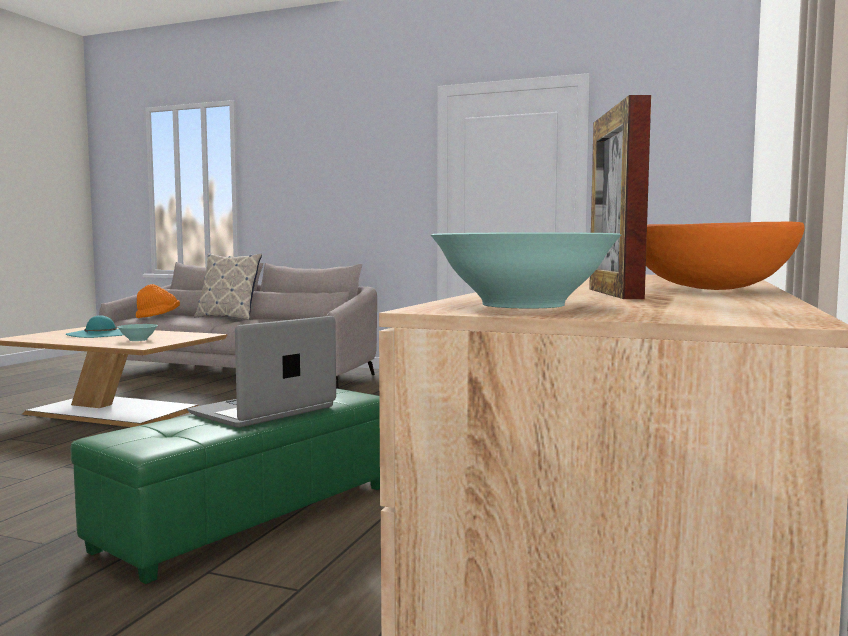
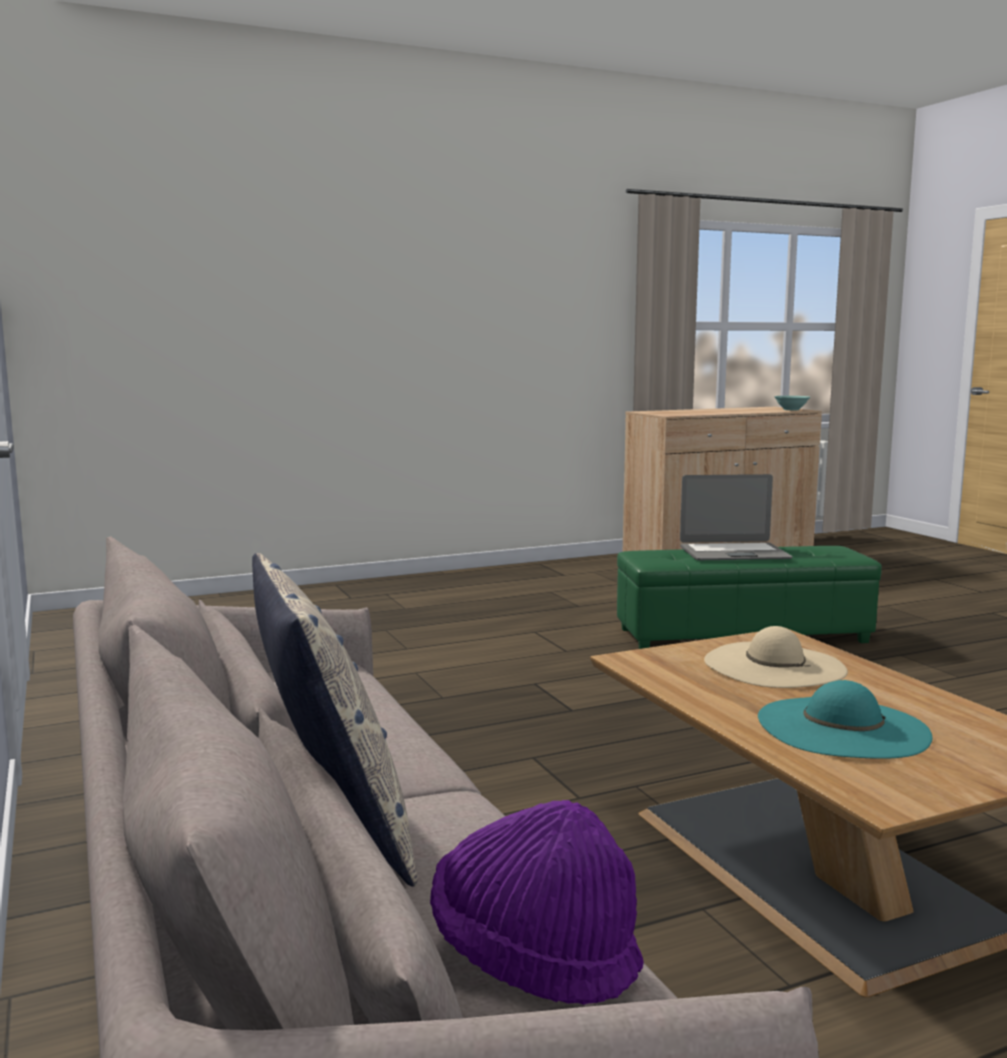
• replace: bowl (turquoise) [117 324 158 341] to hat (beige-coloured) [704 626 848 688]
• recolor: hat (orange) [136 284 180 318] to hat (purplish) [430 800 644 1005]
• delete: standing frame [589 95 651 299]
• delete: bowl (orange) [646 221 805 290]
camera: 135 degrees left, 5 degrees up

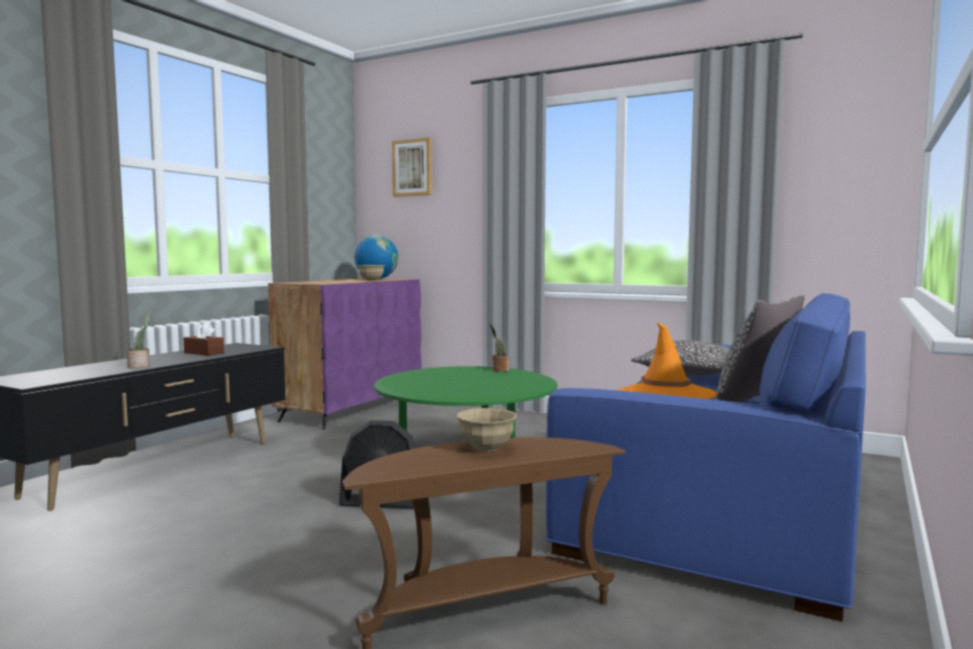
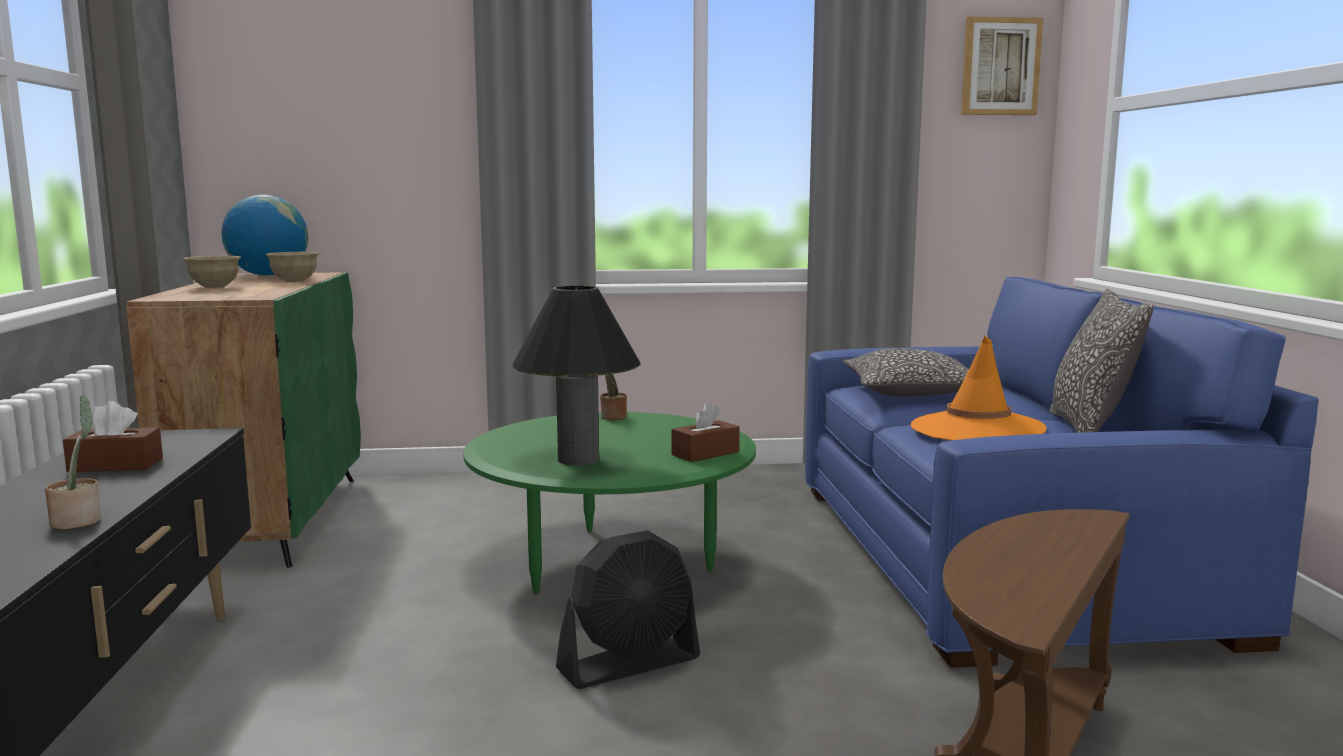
• recolor: cupboard (purplish) [268 279 422 430] to cupboard (green) [126 273 361 568]
• move: picture [392 138 432 197] to [961 17 1043 115]
• move: bowl (beige-coloured) [456 408 517 452] to [183 256 241 289]
• insert: tabletop lamp (black-coloured) [513 285 641 466]
• insert: box of tissues (brown) [672 402 740 462]
camera: 35 degrees left, 5 degrees up

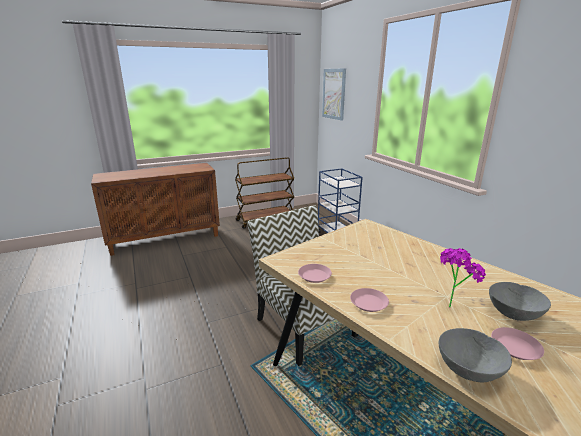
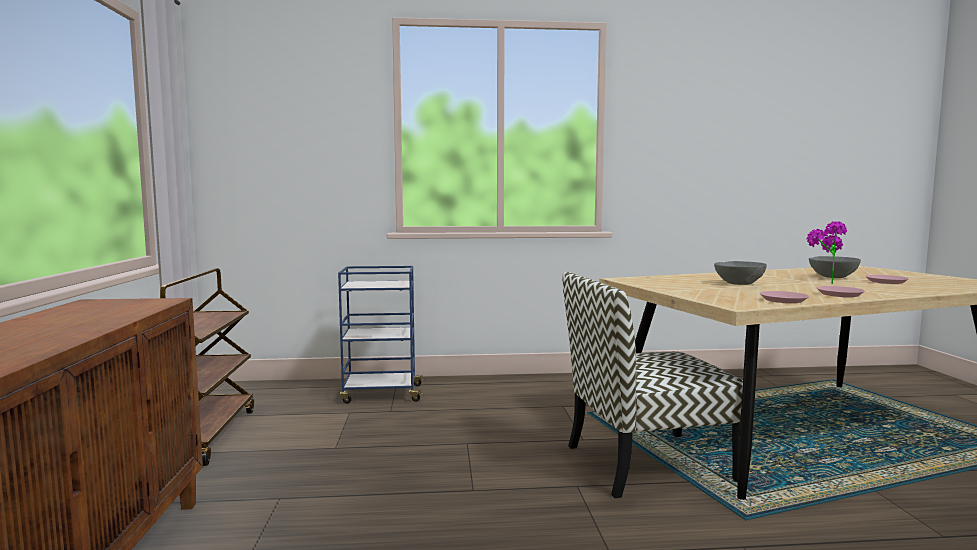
• delete: picture [322 68 346 121]
• move: bowl (greyish) [439 328 512 382] to [714 261 767 285]
camera: 70 degrees left, 15 degrees down

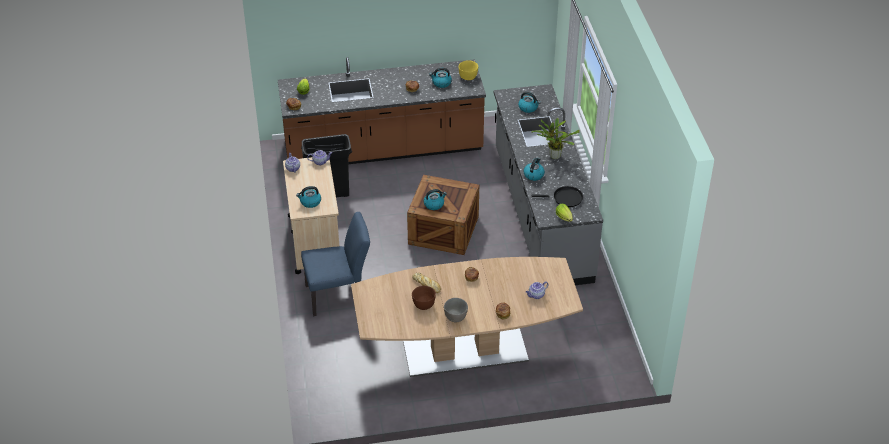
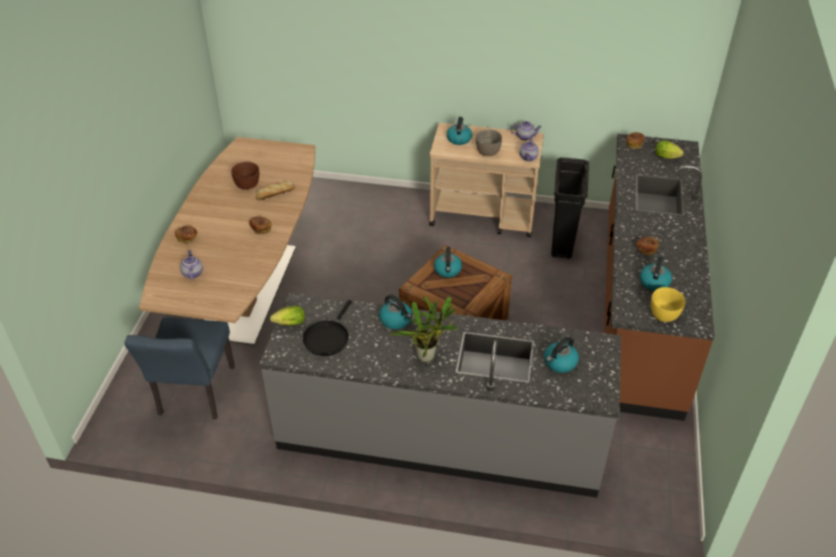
• move: chair (blue-coloured) [301 212 370 316] to [124 318 235 419]
• move: bowl (greyish) [444 298 468 322] to [476 129 502 156]
camera: 110 degrees right, 0 degrees up

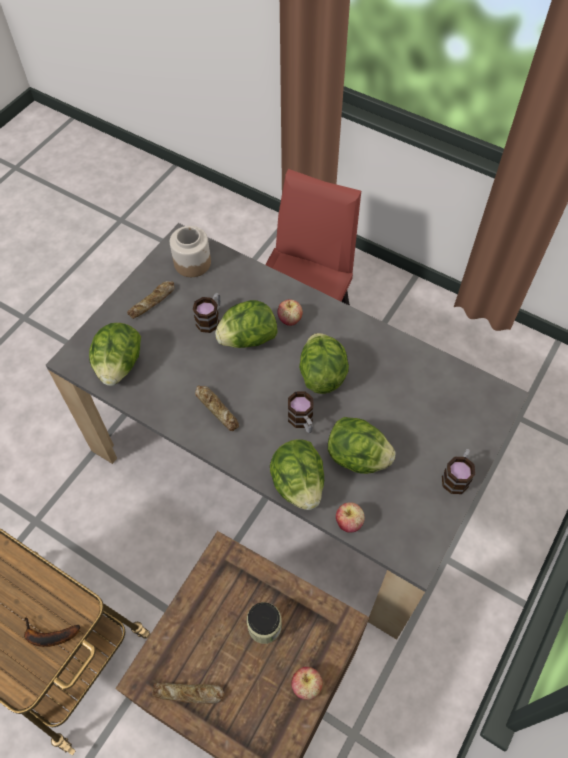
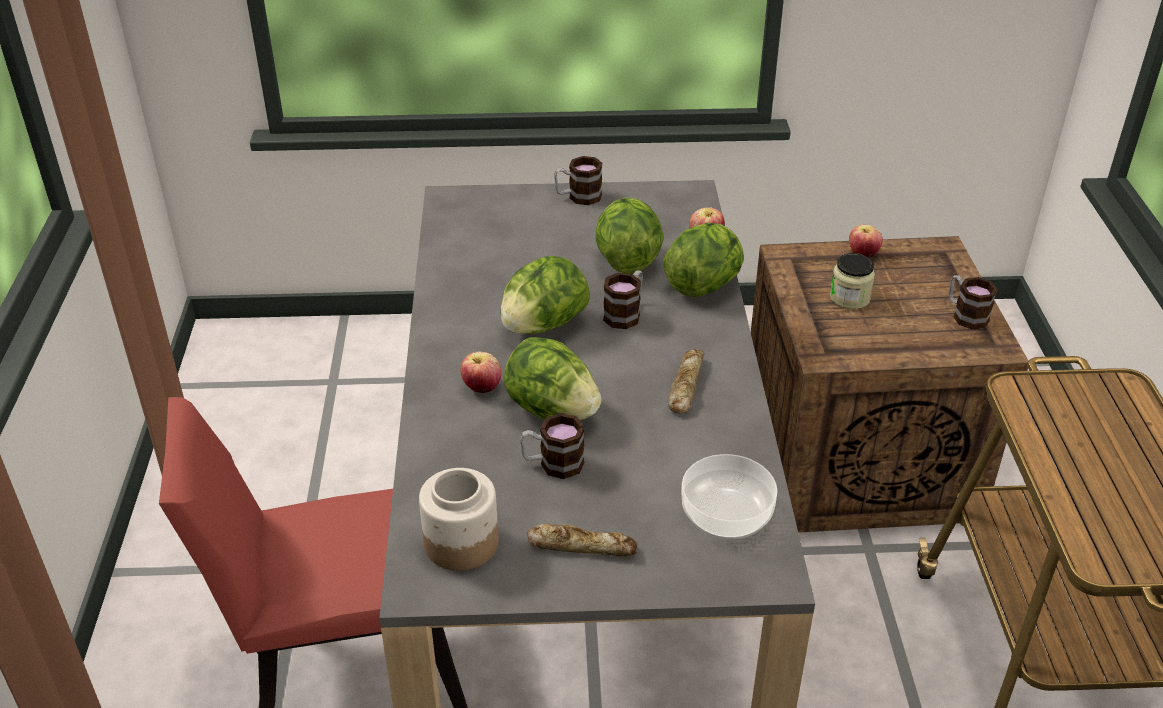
• delete: banana [24 617 80 647]
• replace: lettuce [89 323 141 386] to bowl [681 454 777 539]
• replace: bread [152 682 225 704] to coffee mug [949 275 998 330]
camera: 125 degrees left, 20 degrees down

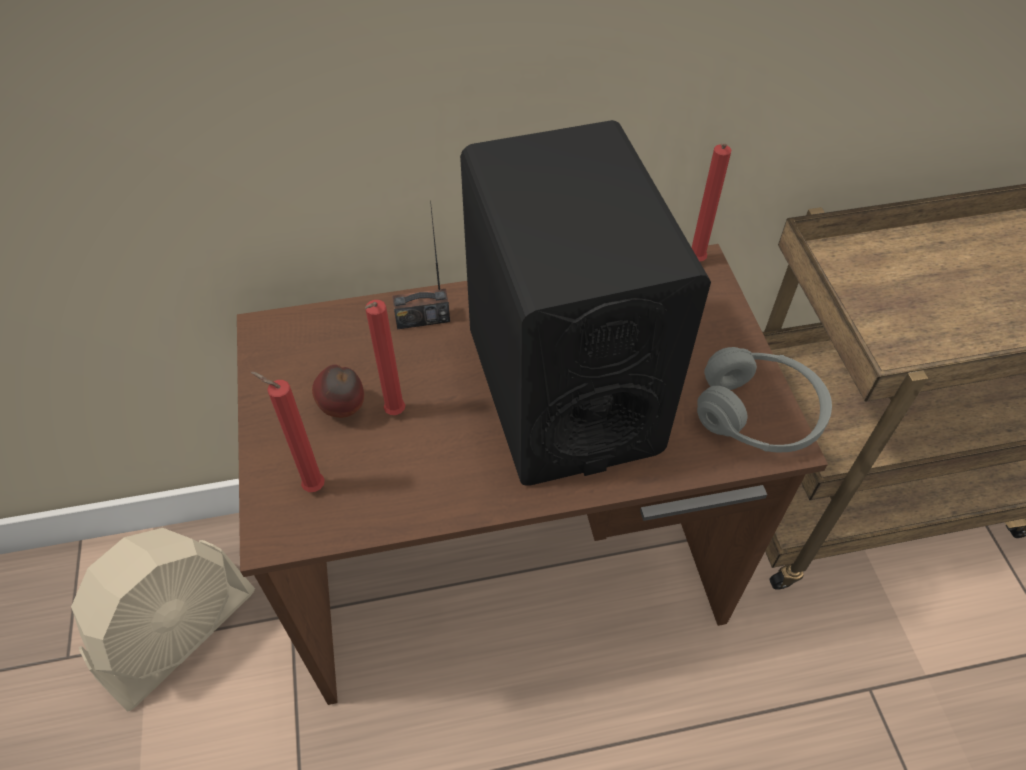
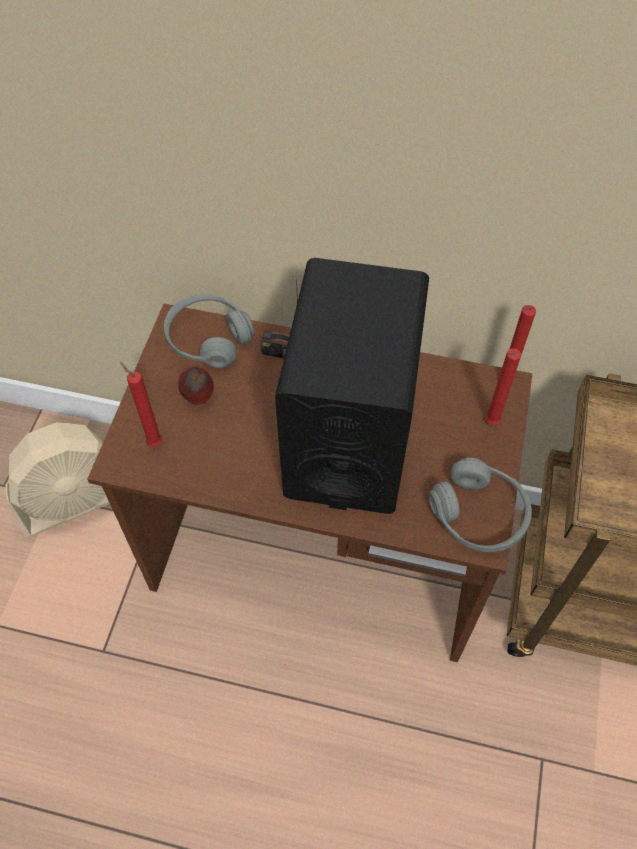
• move: wax candle (reddish) [365 300 405 415] to [485 348 521 425]
• insert: headset (greyish) [164 295 254 368]
camera: 25 degrees right, 5 degrees up

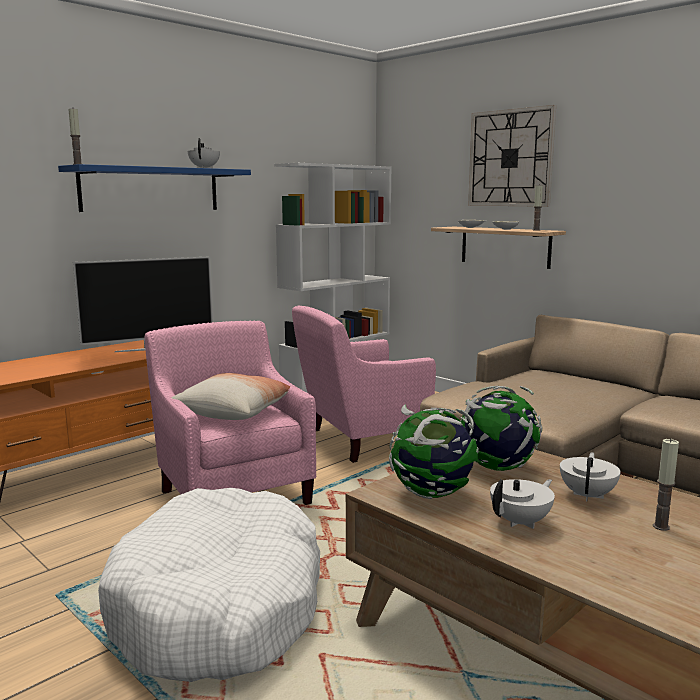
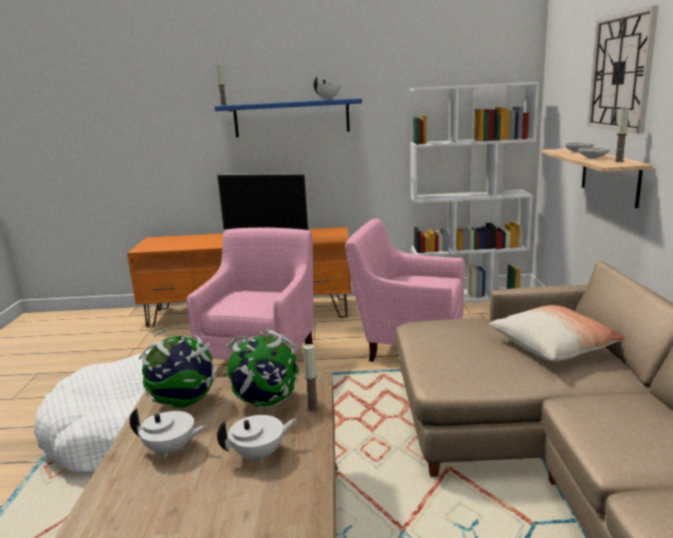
• move: cushion [171 373 291 420] to [489 305 625 362]
• move: wax candle [653 438 679 531] to [303 344 319 412]
camera: 45 degrees right, 5 degrees up

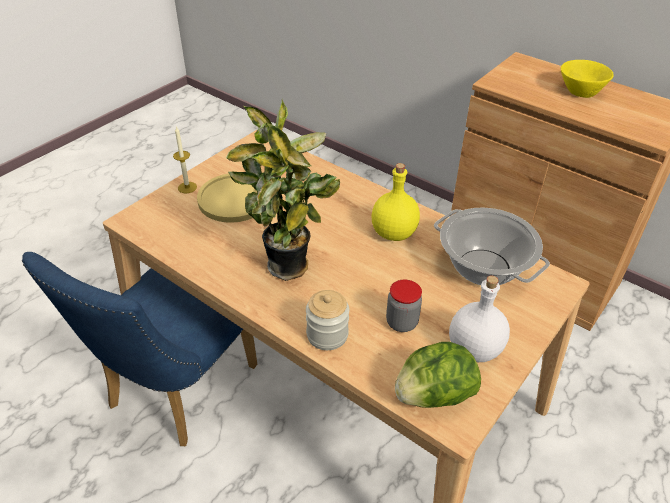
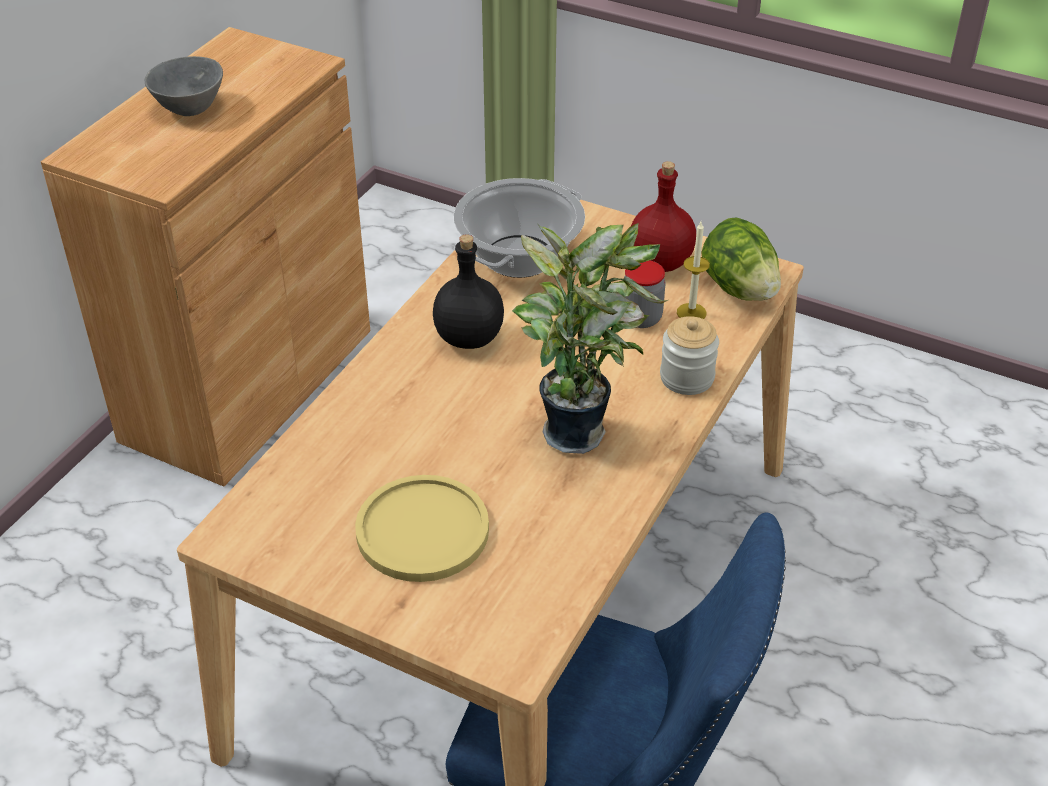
• move: wax candle [173 126 197 193] to [677 222 710 319]
• recolor: drink bottle (yellow-coloured) [372 163 420 241] to drink bottle (black-coloured) [433 234 504 349]
• recolor: drink bottle (white-coloured) [449 276 510 362] to drink bottle (reddish) [631 161 696 272]
• recolor: bowl (yellow-coloured) [561 60 614 98] to bowl (greyish) [145 56 223 116]
camera: 100 degrees left, 0 degrees up

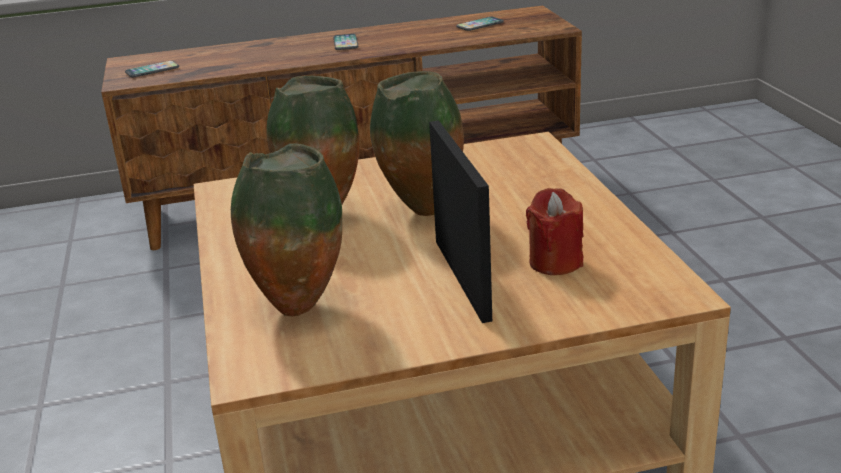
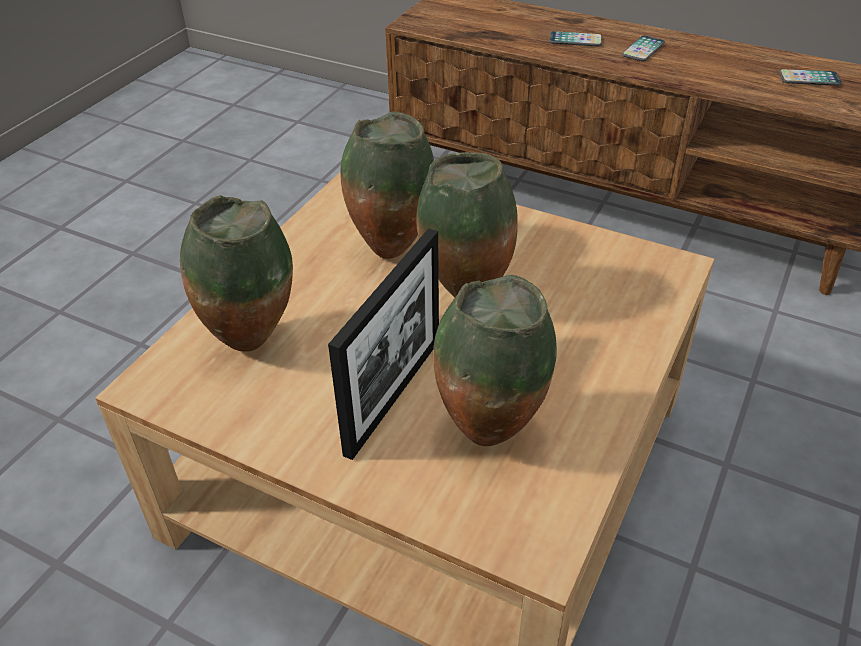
• move: phone [125 61 179 77] to [549 31 603 47]
• replace: wax candle (reddish) [526 188 583 275] to flower vase [433 275 557 446]
camera: 40 degrees right, 15 degrees up

